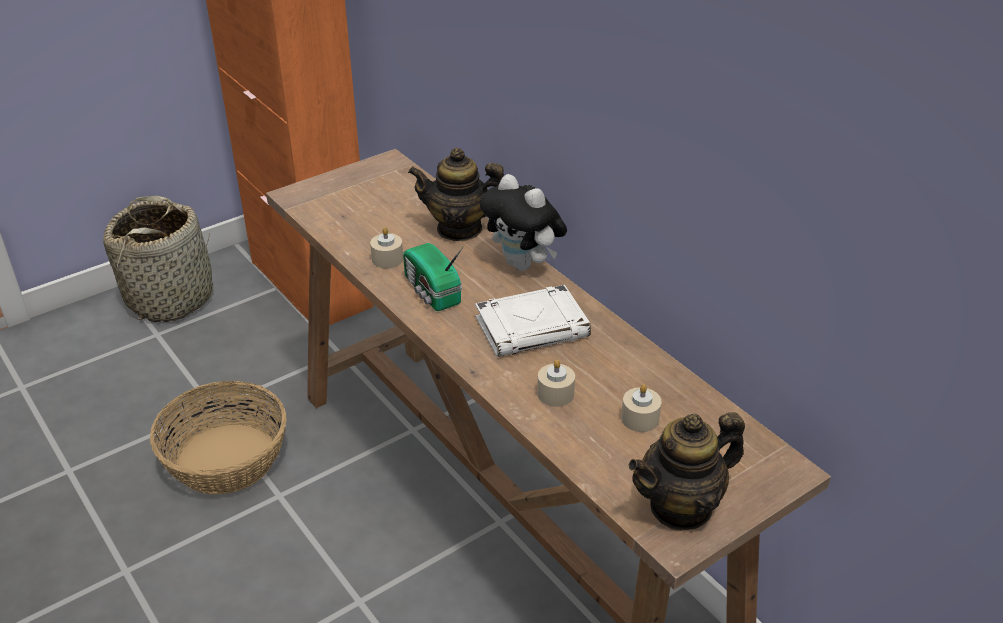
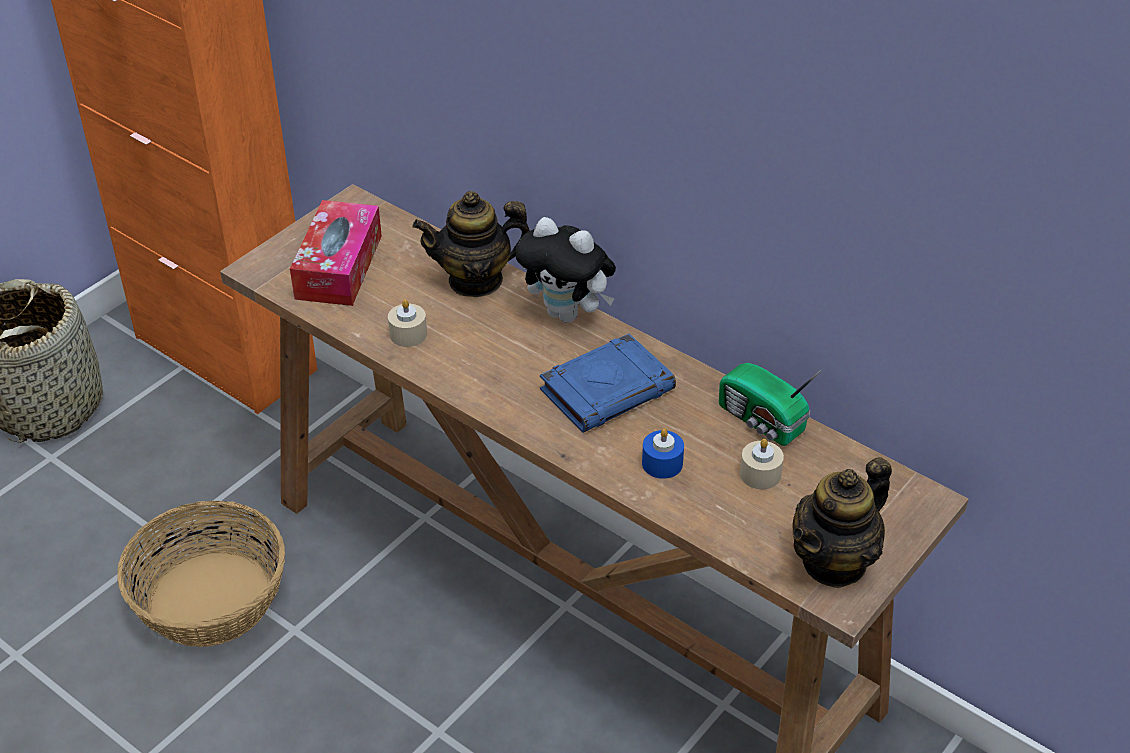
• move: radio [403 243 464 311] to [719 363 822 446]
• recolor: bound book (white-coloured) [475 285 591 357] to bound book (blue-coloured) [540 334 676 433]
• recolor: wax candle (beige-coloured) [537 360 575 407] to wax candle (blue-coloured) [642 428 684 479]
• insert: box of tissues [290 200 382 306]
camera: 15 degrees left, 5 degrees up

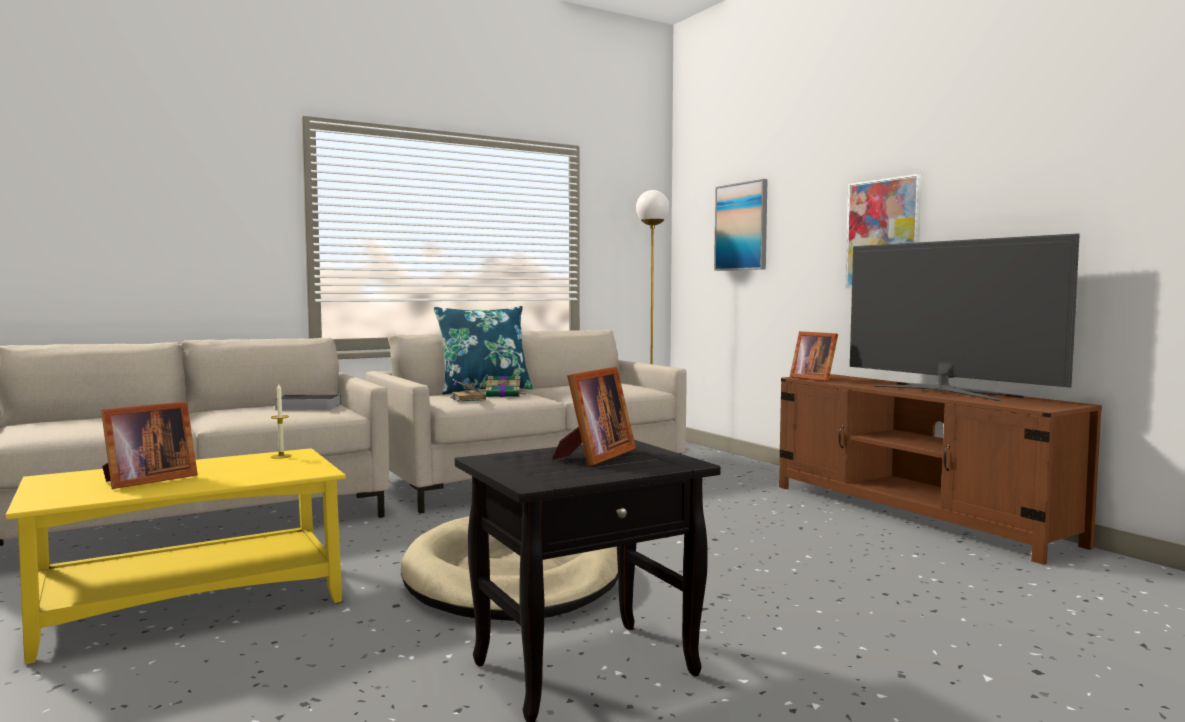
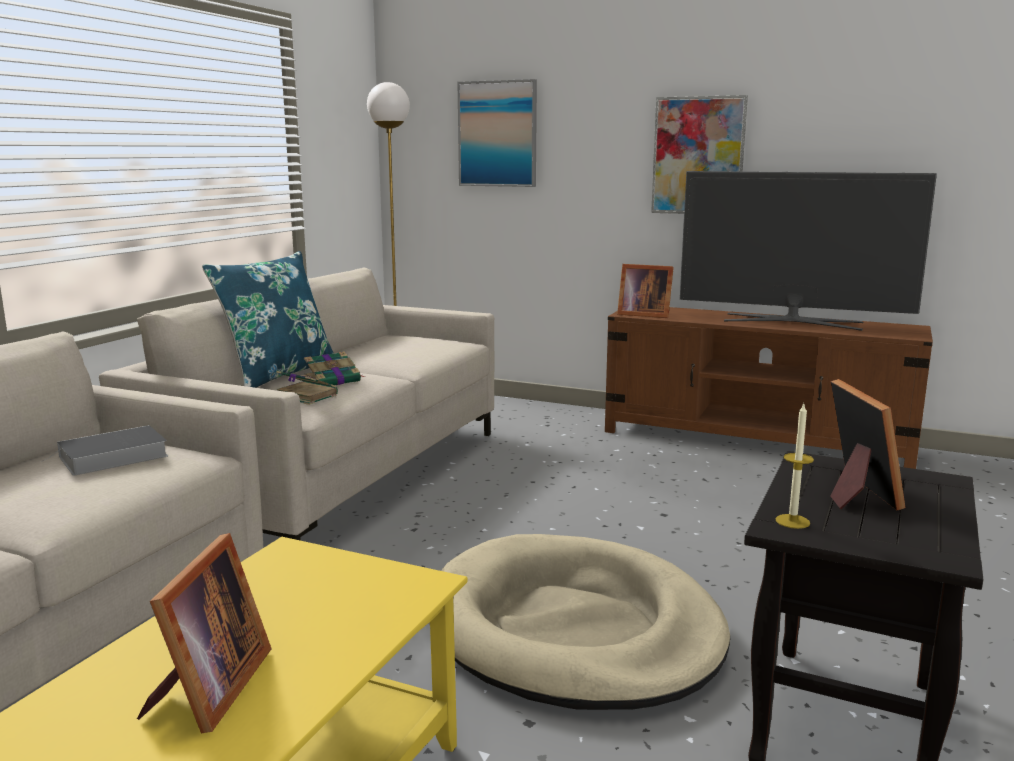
• move: wax candle [271 384 292 459] to [776 404 814 529]
camera: 35 degrees left, 10 degrees up

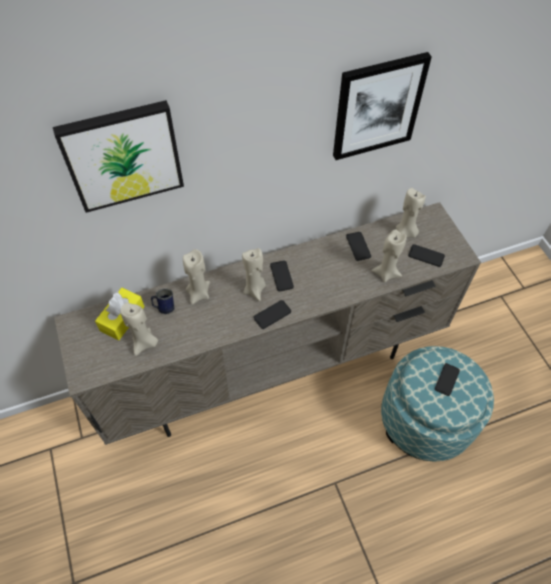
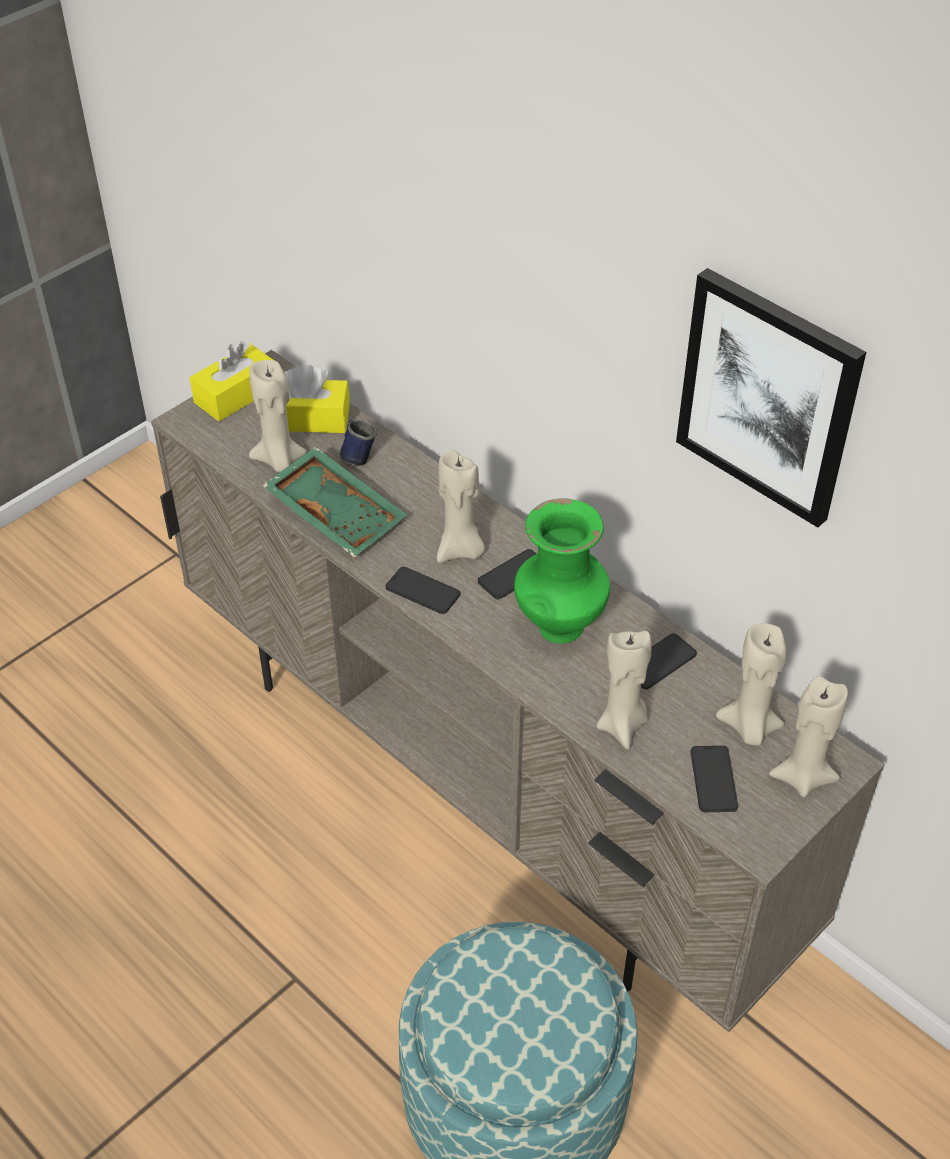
• delete: picture [53 100 184 213]
• move: wax candle (beige-coloured) [183 249 210 305] to [769 676 848 798]
• delete: phone [435 363 460 396]
• insert: box of tissues (yellow-coloured) [190 341 273 421]
• insert: tray (green) [262 447 407 557]
• insert: flower vase (green) [514 498 610 644]
camera: 65 degrees right, 10 degrees down

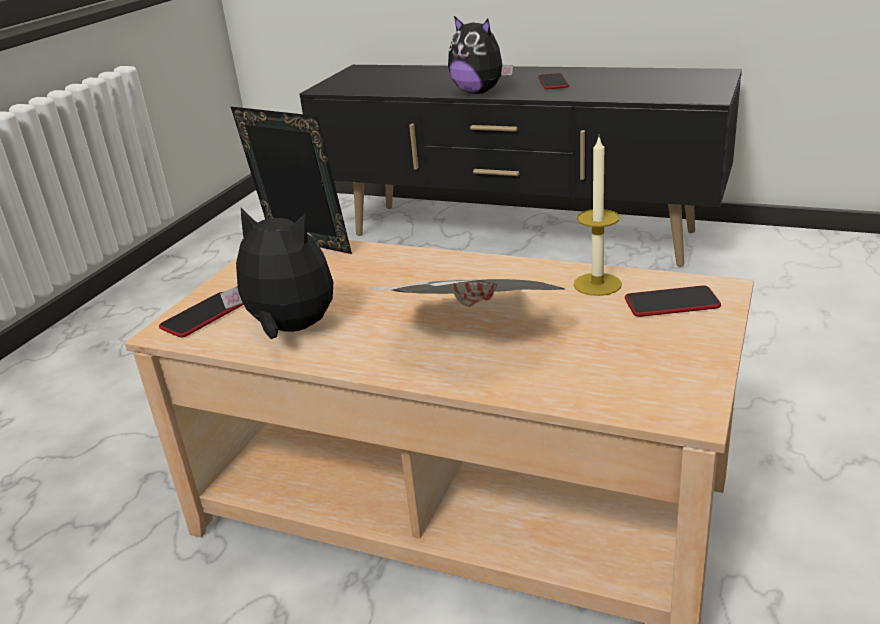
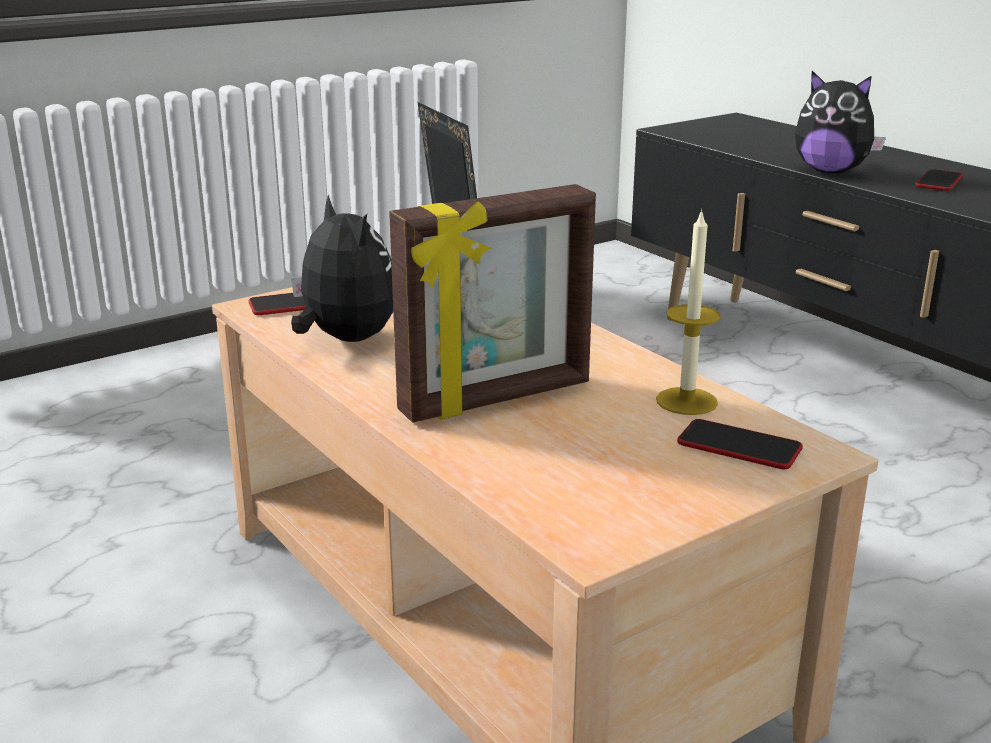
• replace: daily paper [370 279 565 307] to standing frame [389 184 596 422]
• rotate: plush toy [448 16 513 94] = [795 71 886 173] 45 degrees counterclockwise
camera: 30 degrees right, 5 degrees down

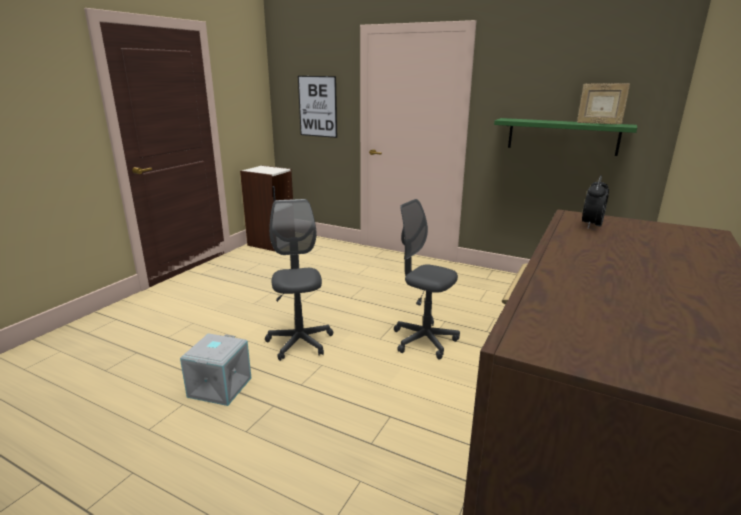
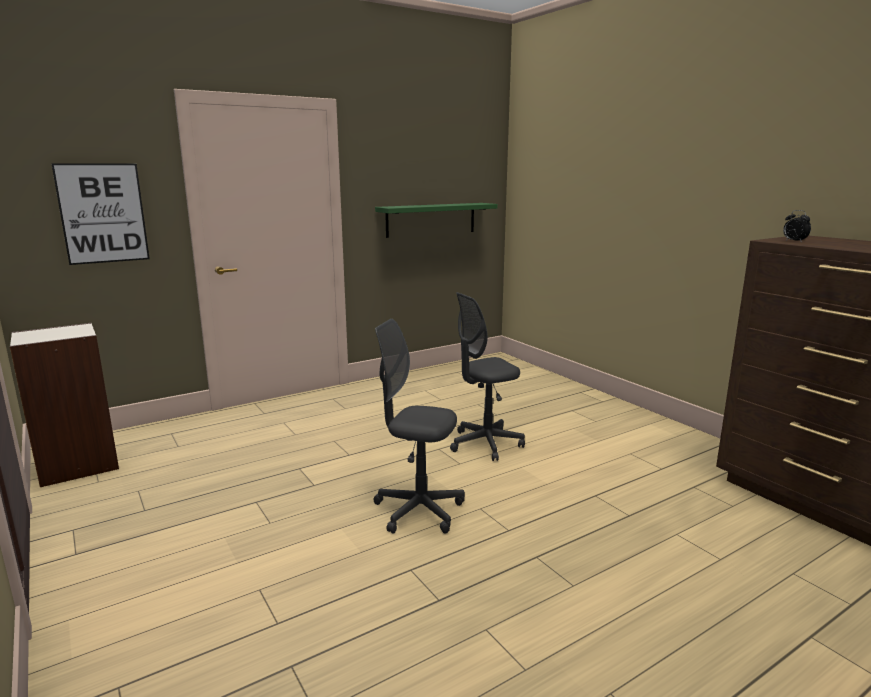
• delete: storage bin (greyish) [180 333 251 406]
• delete: standing frame [577 83 630 124]
camera: 60 degrees left, 5 degrees down

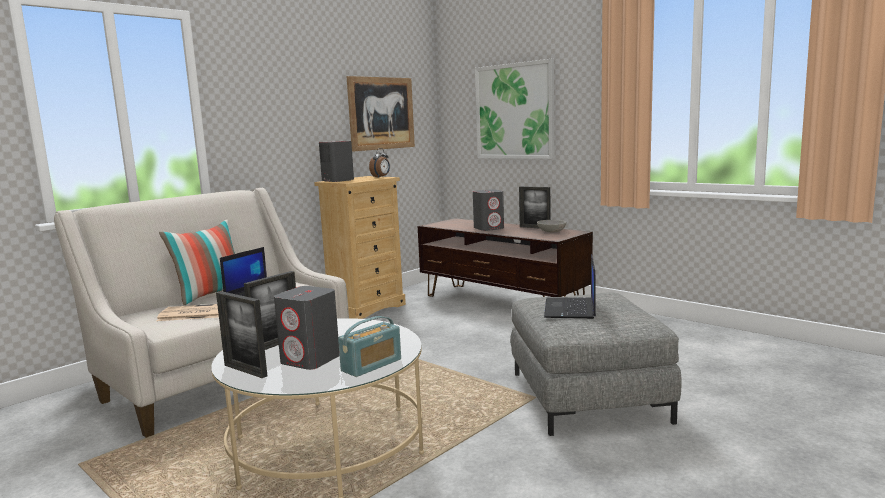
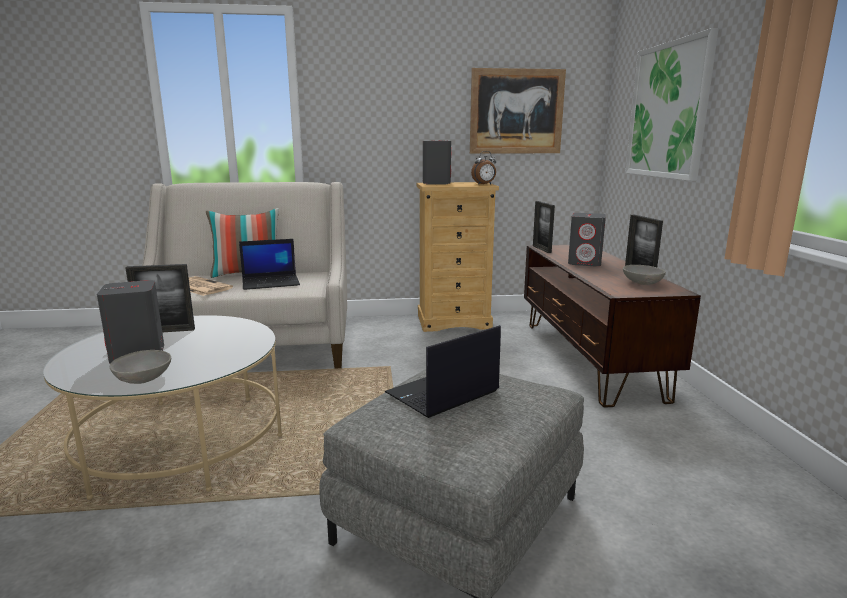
• move: standing frame [216 291 267 378] to [533 201 555 253]
• replace: radio [338 316 401 377] to bowl (greyish) [110 350 171 384]
camera: 40 degrees right, 5 degrees up

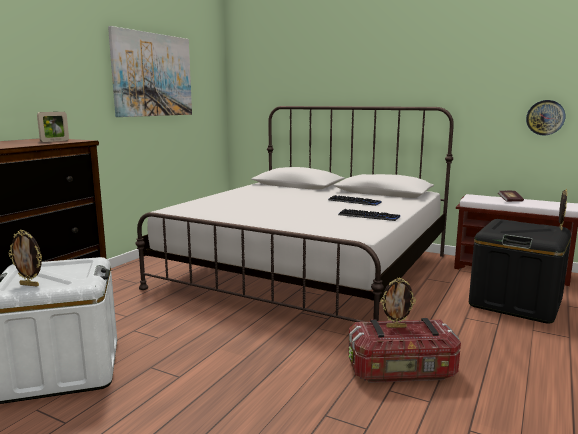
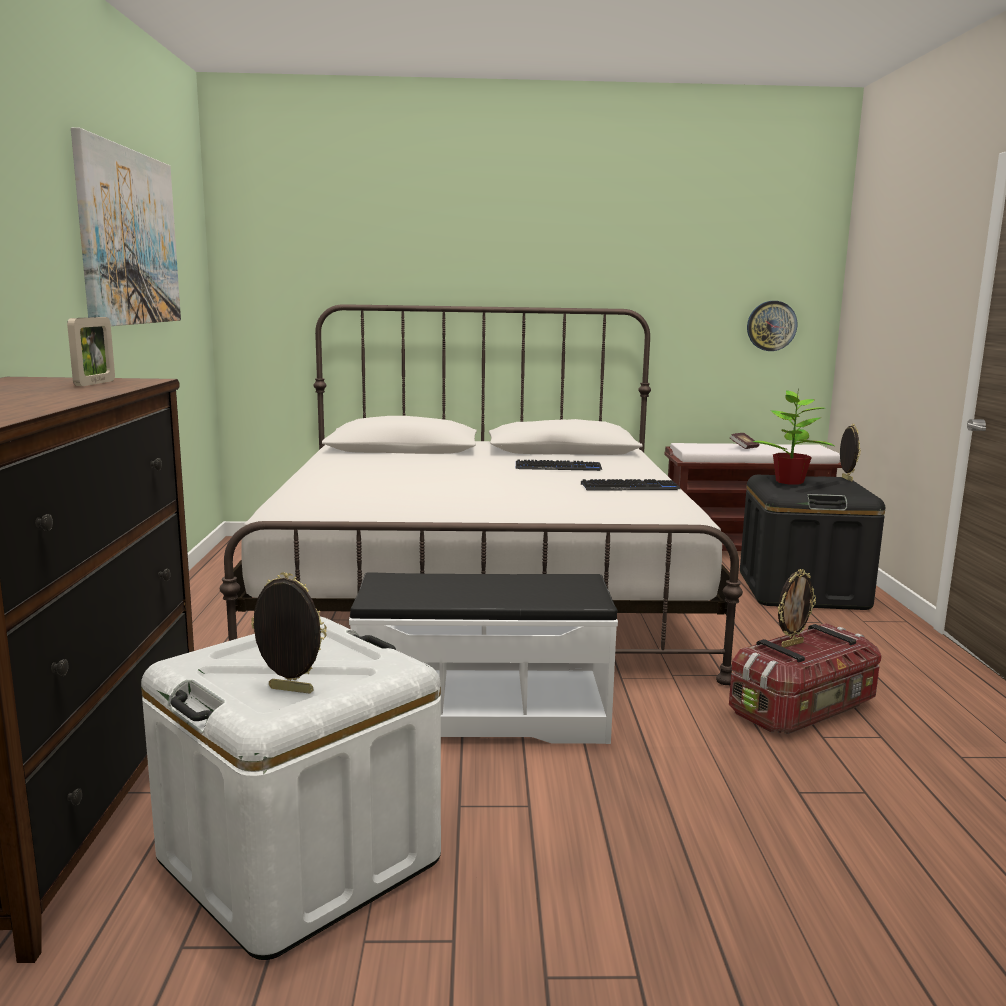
• rotate: standing frame [8 230 42 287] = [251 572 327 694] 150 degrees counterclockwise
• insert: indoor bench (white-coloured) [349 572 618 744]
• insert: potted plant [752 387 835 485]
camera: 30 degrees left, 0 degrees up

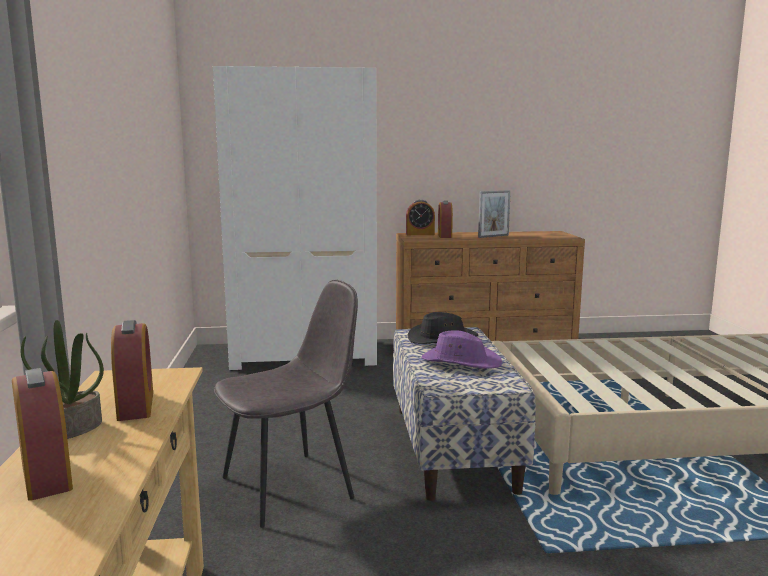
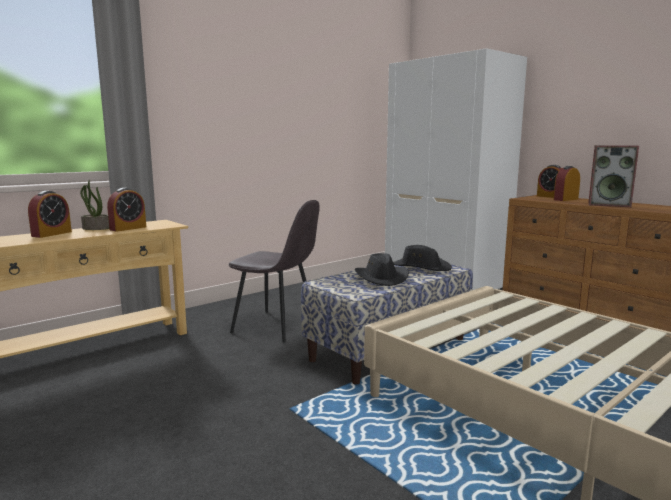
• recolor: hat (purplish) [421 330 502 369] to hat (black-coloured) [355 253 409 286]
• replace: standing frame [478 190 511 238] to speaker [588 145 639 207]
camera: 55 degrees right, 0 degrees up

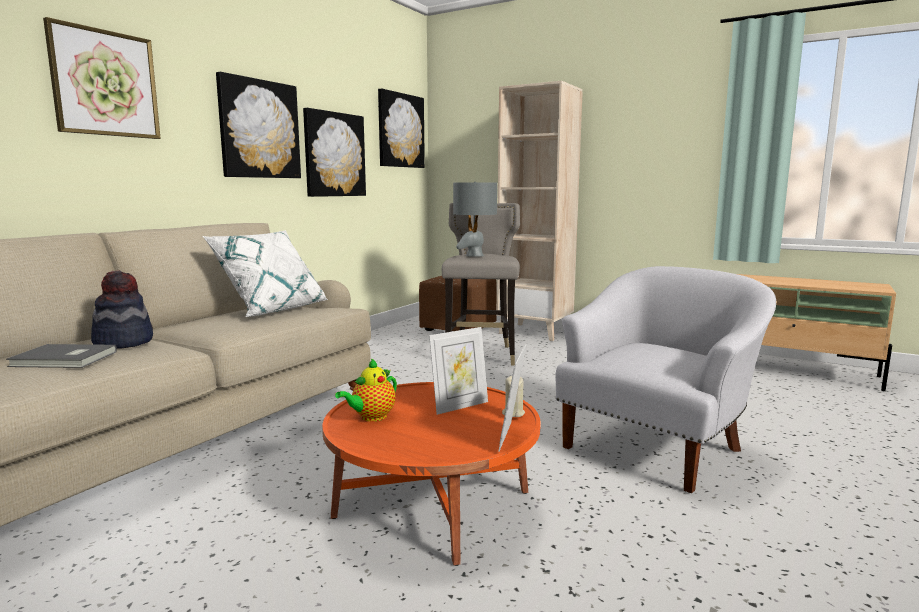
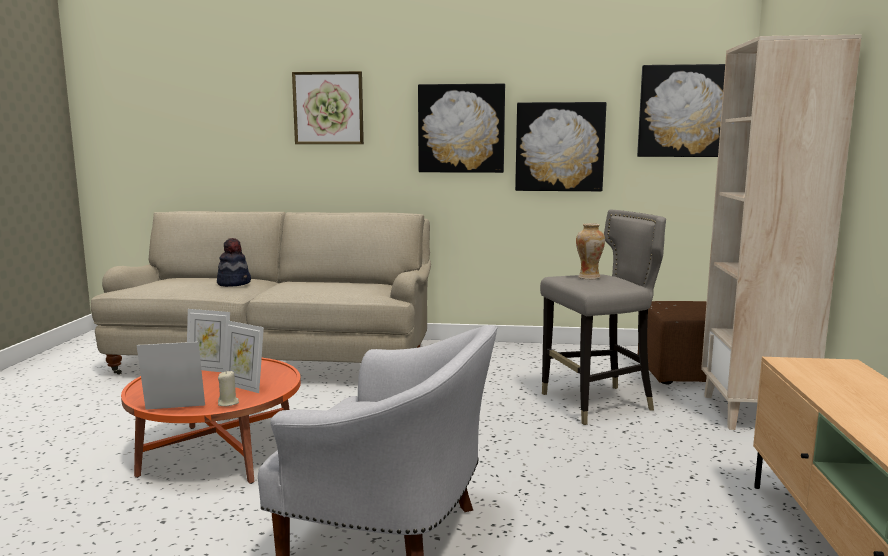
• delete: bound book (greyish) [6 344 117 368]
• delete: cushion (white-coloured) [202 230 328 317]
• replace: tea pot [335 358 397 422] to standing frame [187 309 230 372]
• replace: tabletop lamp (greyish) [453 182 497 257] to flower vase [576 223 605 279]
camera: 65 degrees right, 0 degrees up

